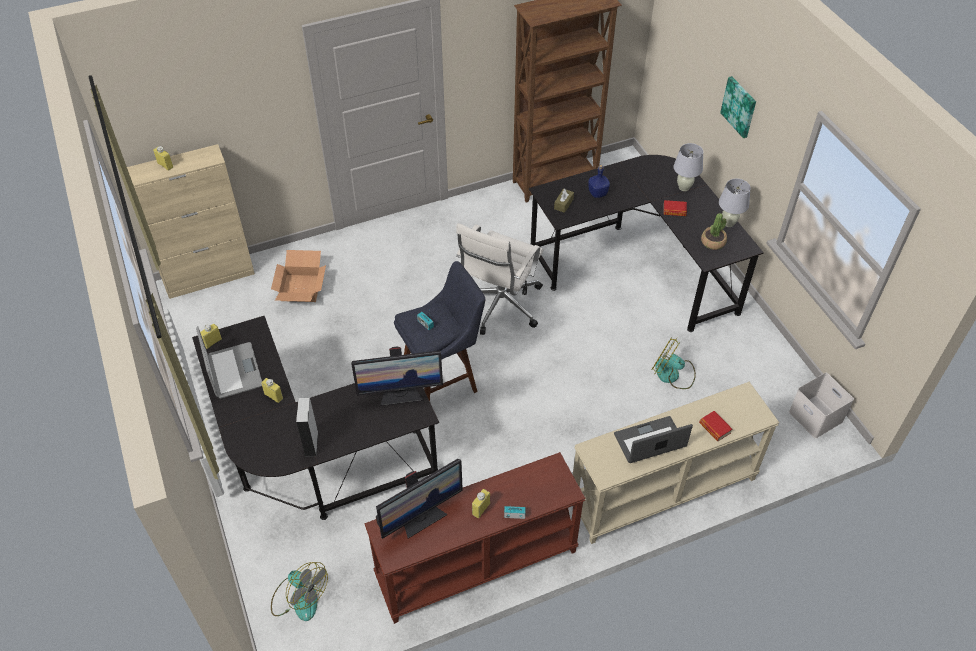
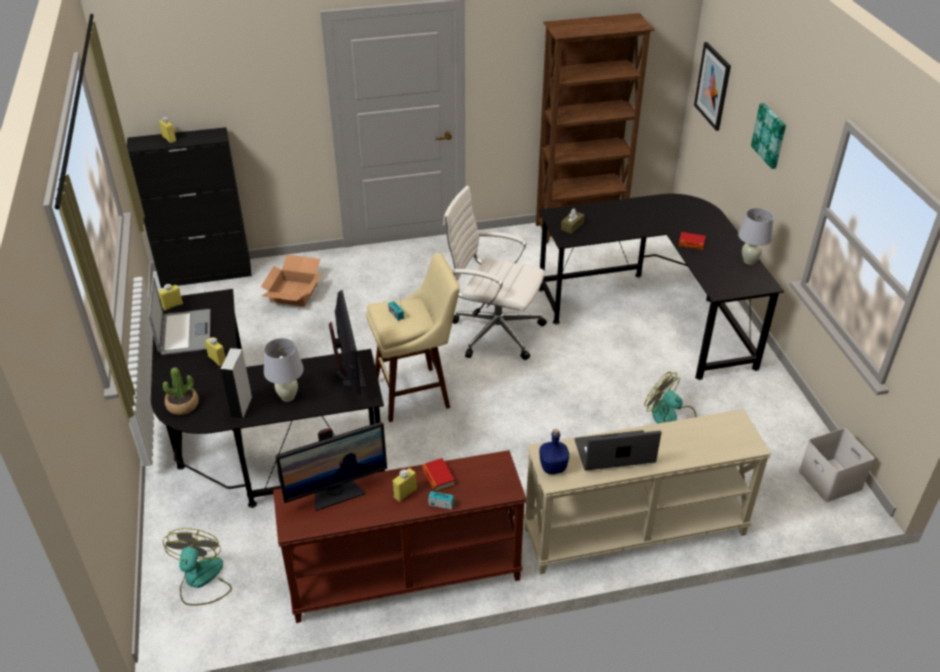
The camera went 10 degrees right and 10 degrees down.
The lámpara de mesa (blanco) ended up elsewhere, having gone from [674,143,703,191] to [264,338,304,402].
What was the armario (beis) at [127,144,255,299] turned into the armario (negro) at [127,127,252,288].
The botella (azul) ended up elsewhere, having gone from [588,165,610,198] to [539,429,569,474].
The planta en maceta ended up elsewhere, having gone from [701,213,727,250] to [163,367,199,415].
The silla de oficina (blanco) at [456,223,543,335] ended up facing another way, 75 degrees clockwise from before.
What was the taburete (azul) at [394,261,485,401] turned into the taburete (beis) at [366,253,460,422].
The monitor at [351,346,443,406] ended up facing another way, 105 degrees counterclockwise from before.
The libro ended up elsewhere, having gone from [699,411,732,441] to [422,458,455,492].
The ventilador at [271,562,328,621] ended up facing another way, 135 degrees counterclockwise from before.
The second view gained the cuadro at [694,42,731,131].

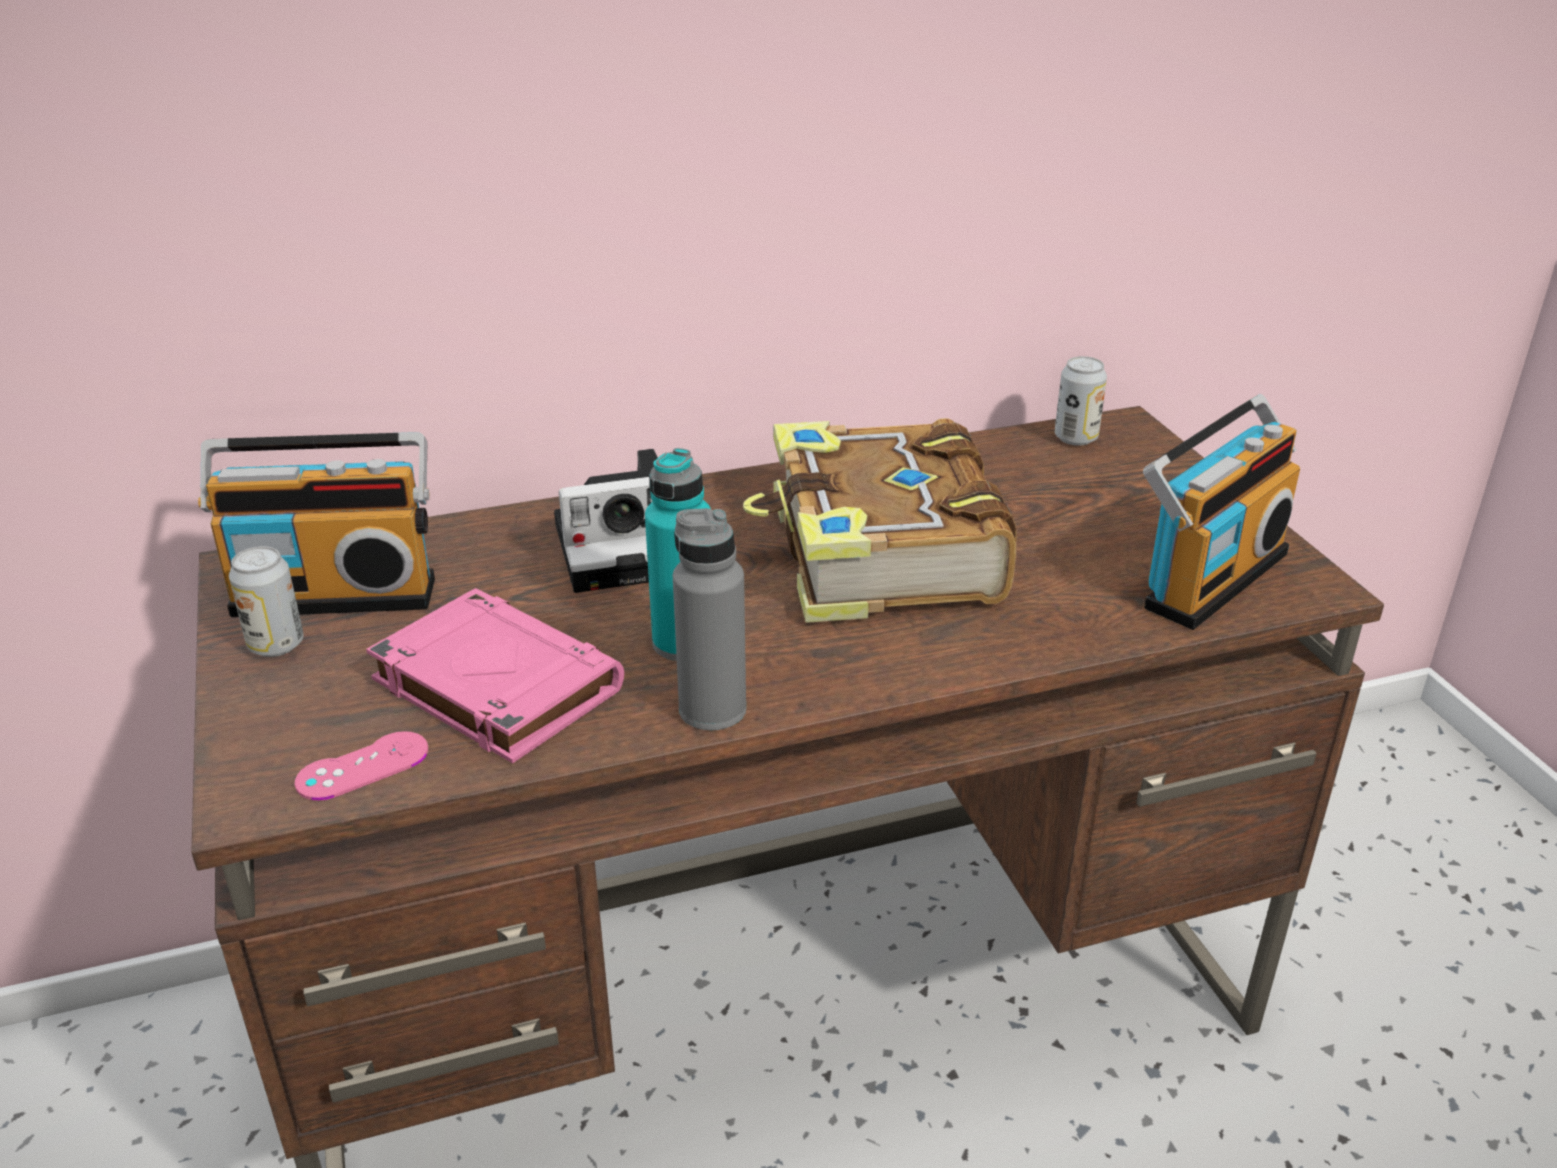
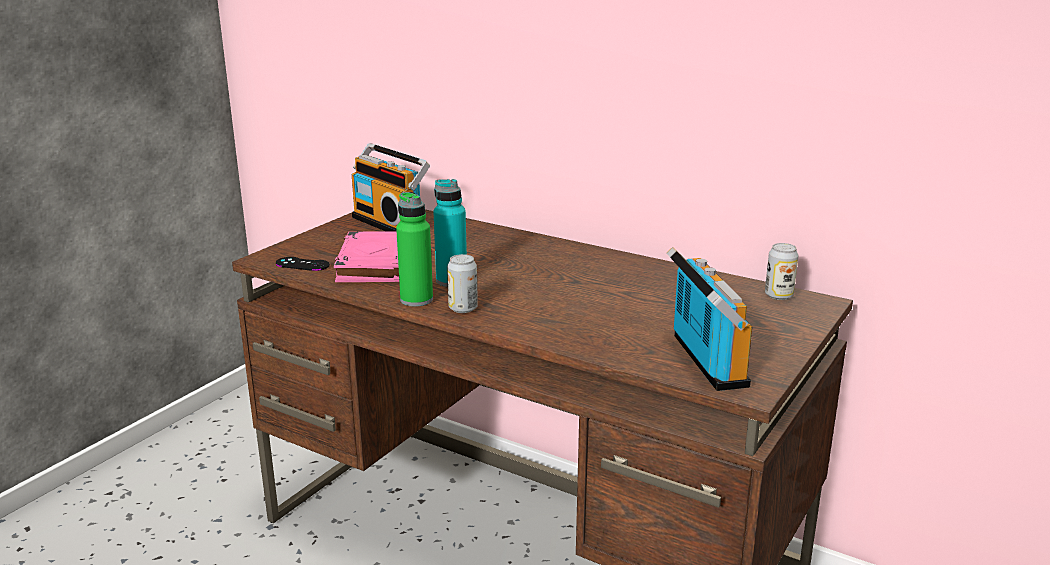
The camera went 50 degrees right and 10 degrees down.
The radio at [1143,394,1300,630] ended up facing another way, 105 degrees counterclockwise from before.
The second view lost the libro at [743,418,1017,623].
The second view lost the cámara at [554,449,658,593].
What was the botella (gris) at [673,508,746,730] turned into the botella (verde) at [396,192,433,306].
The lata ended up elsewhere, having gone from [229,546,304,657] to [447,254,478,313].
What was the mando de consola (rosa) at [295,731,428,801] turned into the mando de consola (negro) at [276,257,330,271].

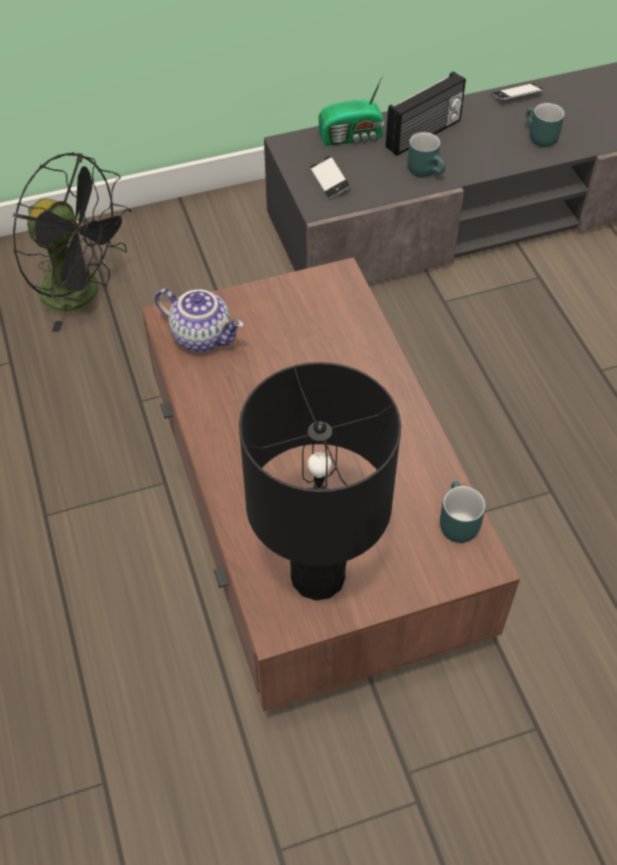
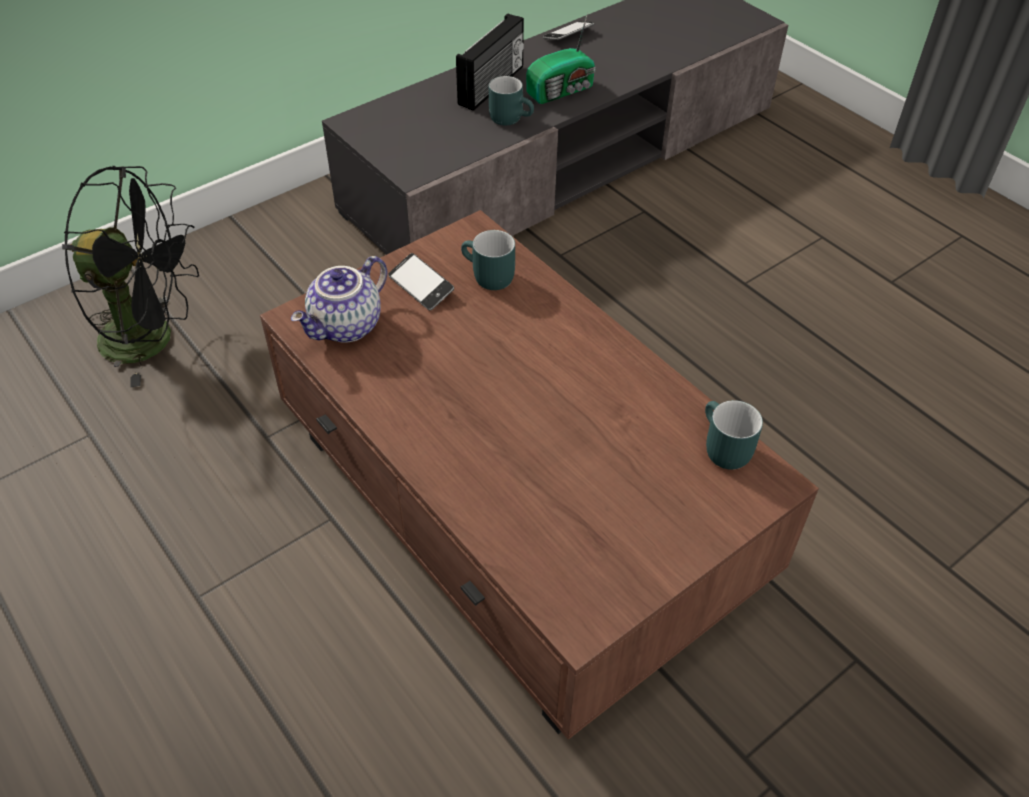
The camera went 20 degrees left and 5 degrees down.
The radio ended up elsewhere, having gone from [319,72,384,146] to [526,13,595,104].
The taza grande (turquesa) ended up elsewhere, having gone from [526,103,565,147] to [461,230,515,290].
The móvil ended up elsewhere, having gone from [310,156,350,199] to [388,253,454,310].
The tetera at [155,288,244,352] ended up facing another way, 120 degrees clockwise from before.
The second view lost the lámpara de mesa (negro) at [239,362,401,601].

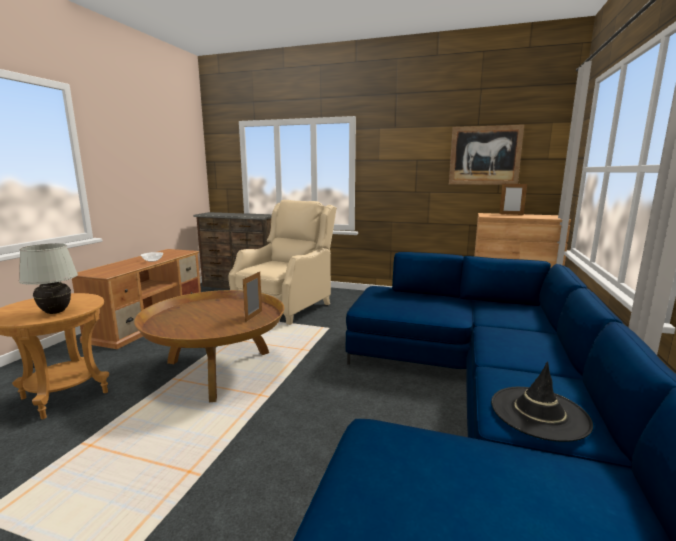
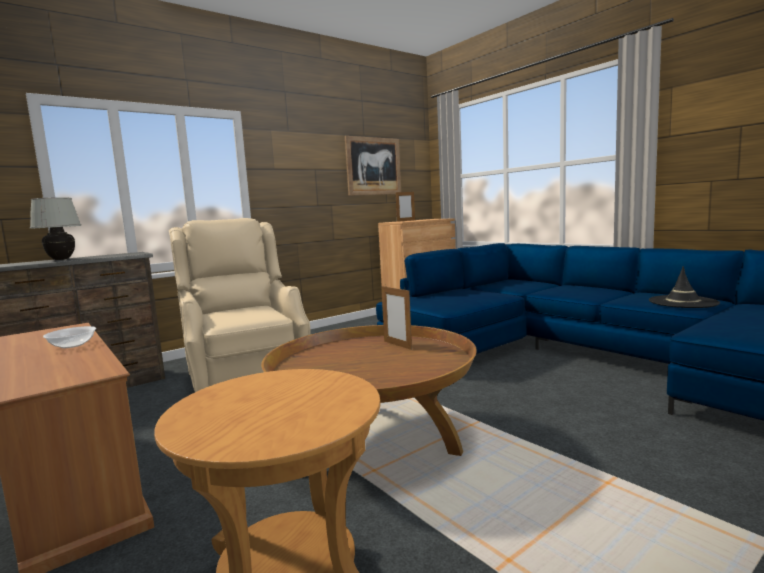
The camera went 55 degrees left and 5 degrees down.
The lámpara de mesa (blanco) ended up elsewhere, having gone from [19,243,78,314] to [30,197,81,260].

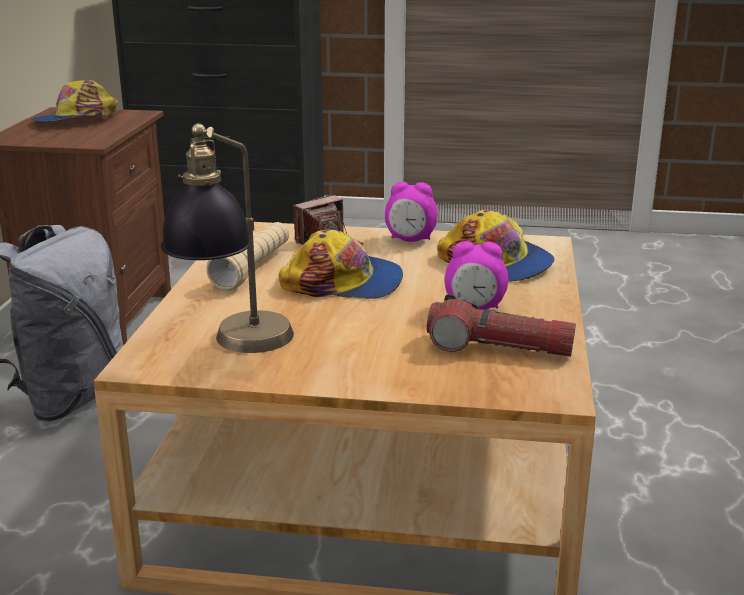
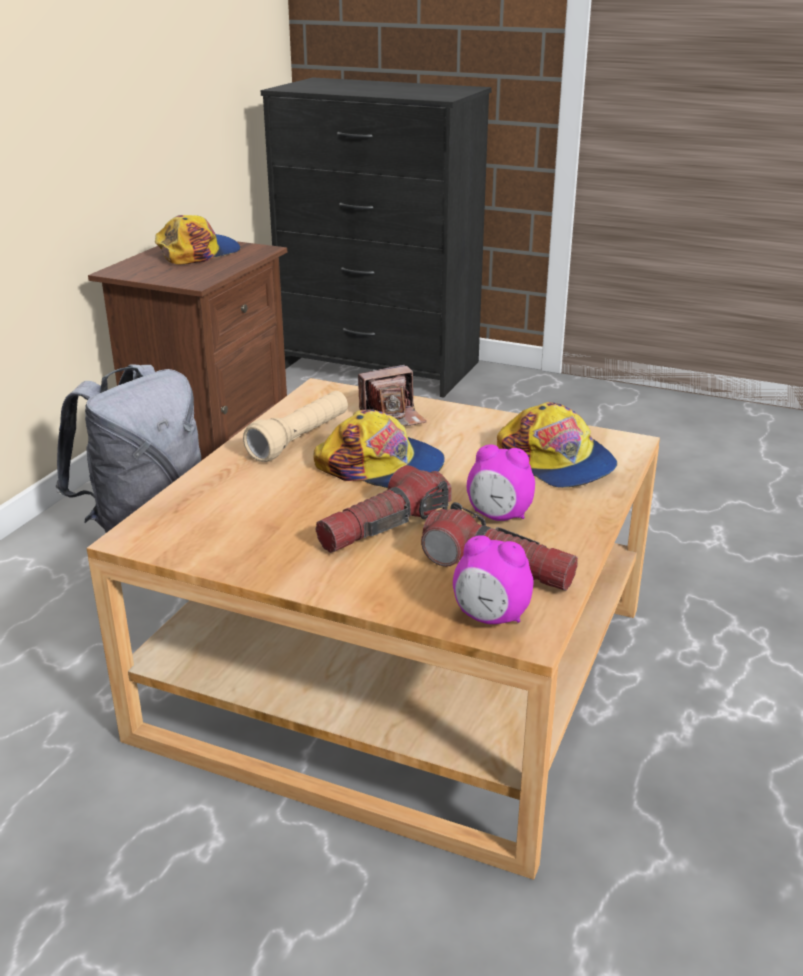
The camera went 15 degrees right and 5 degrees up.
The gorra at [32,80,119,121] ended up facing another way, 150 degrees clockwise from before.
The second view lost the lámpara de mesa at [161,123,294,353].
The despertador ended up elsewhere, having gone from [385,182,438,242] to [453,535,533,624].
The second view gained the linterna at [315,465,451,553].

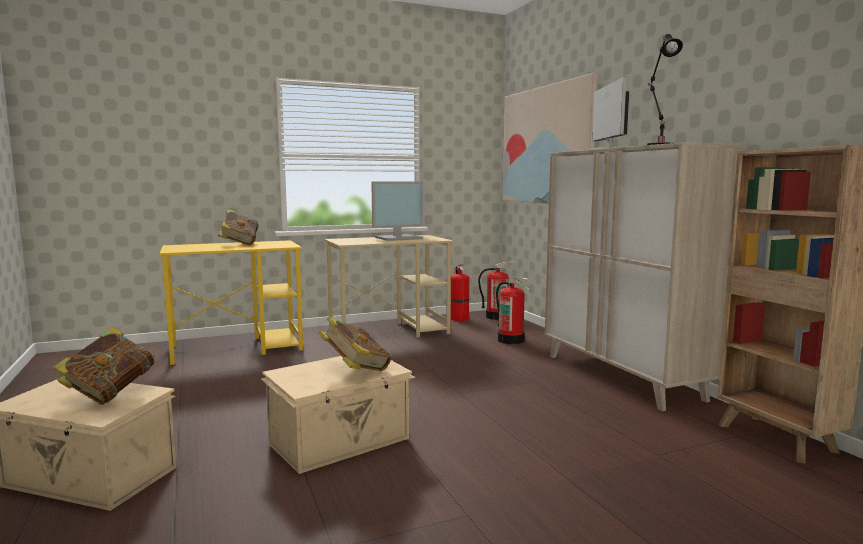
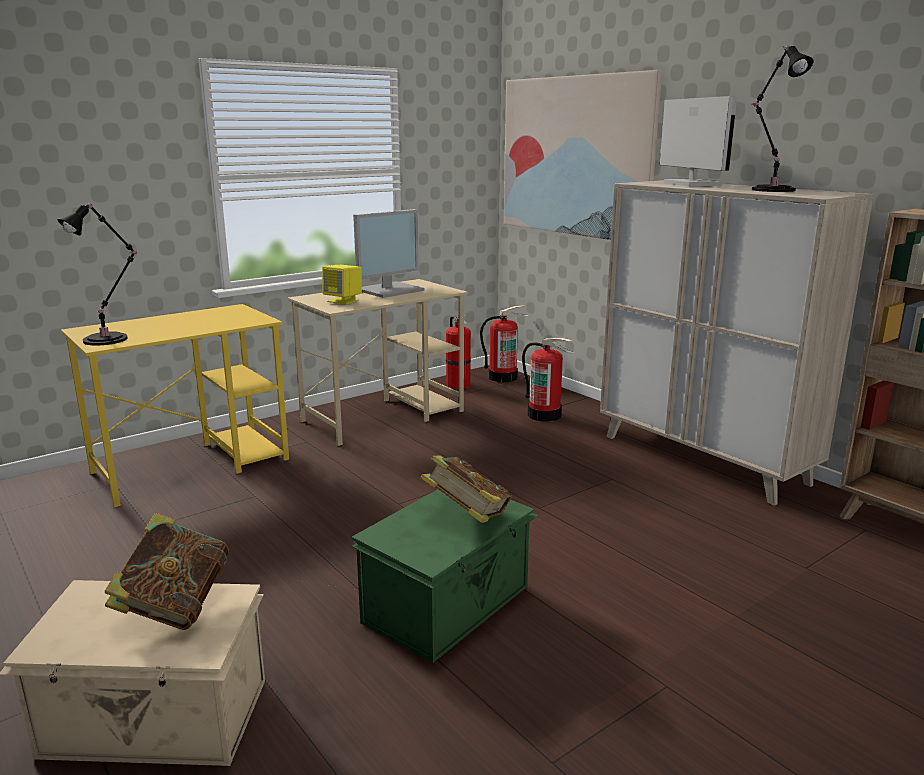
The camera went 15 degrees left and 10 degrees up.
The second view lost the libro at [218,209,258,245].
What was the caja de almacenaje (beis) at [261,356,416,474] turned into the caja de almacenaje (verde) at [351,489,538,663].
The second view gained the lámpara de mesa (negro) at [58,203,137,345].
The second view gained the altavoz (amarillo) at [322,265,362,304].

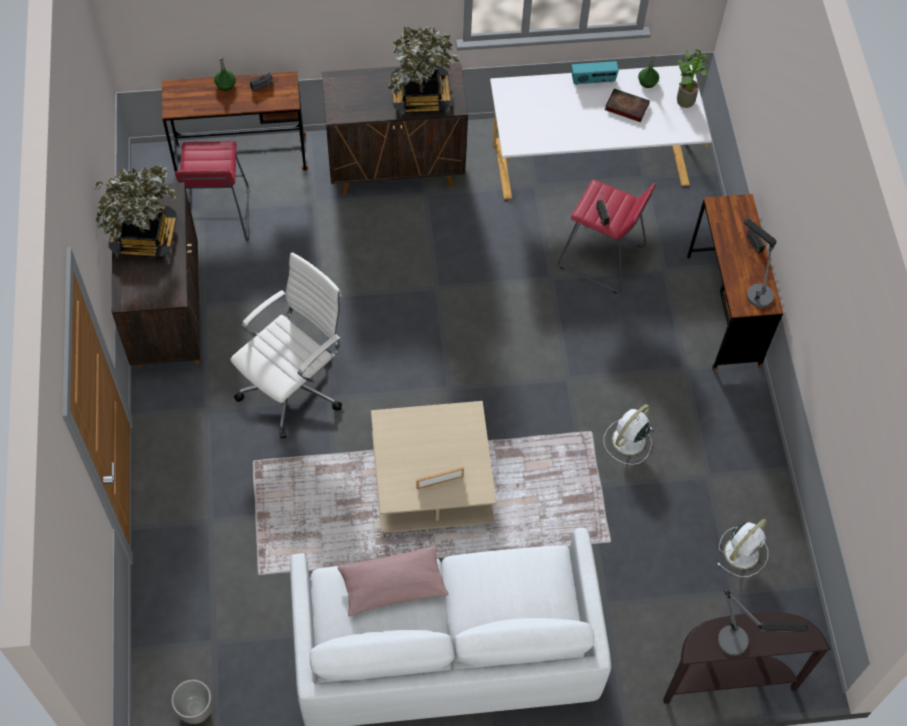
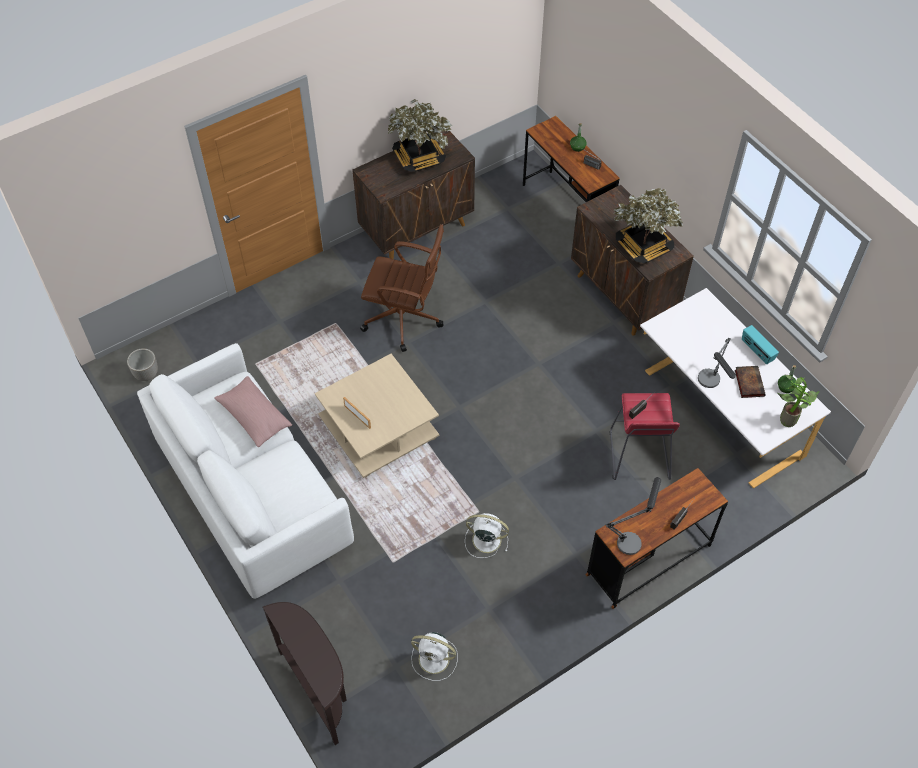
The camera went 65 degrees right and 5 degrees down.
The second view lost the taburete (rojo) at [175,141,249,241].
What was the silla de oficina (blanco) at [230,252,342,439] turned into the silla de oficina (marrón) at [360,224,444,352].
The lámpara de mesa ended up elsewhere, having gone from [717,589,808,656] to [698,338,736,388].

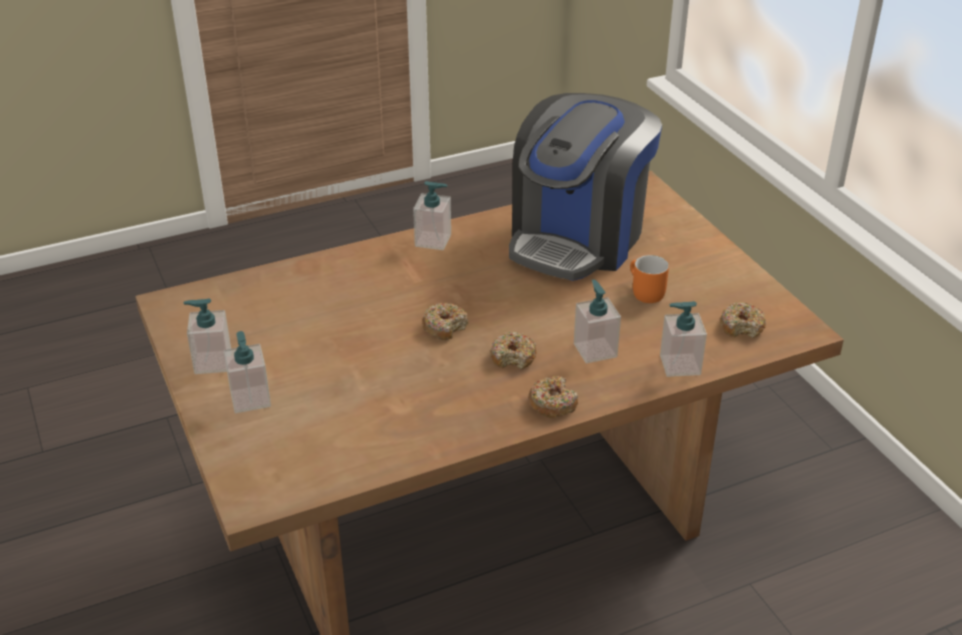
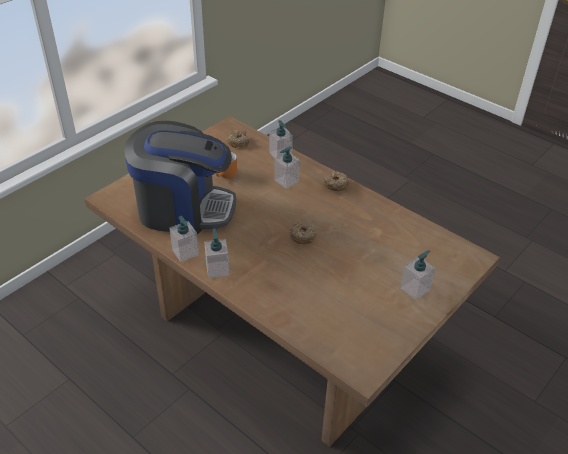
The camera went 115 degrees left and 5 degrees up.
The dispensador de jabón ended up elsewhere, having gone from [183,299,231,374] to [169,216,199,262].
The second view lost the rosquilla at [490,331,537,369].

